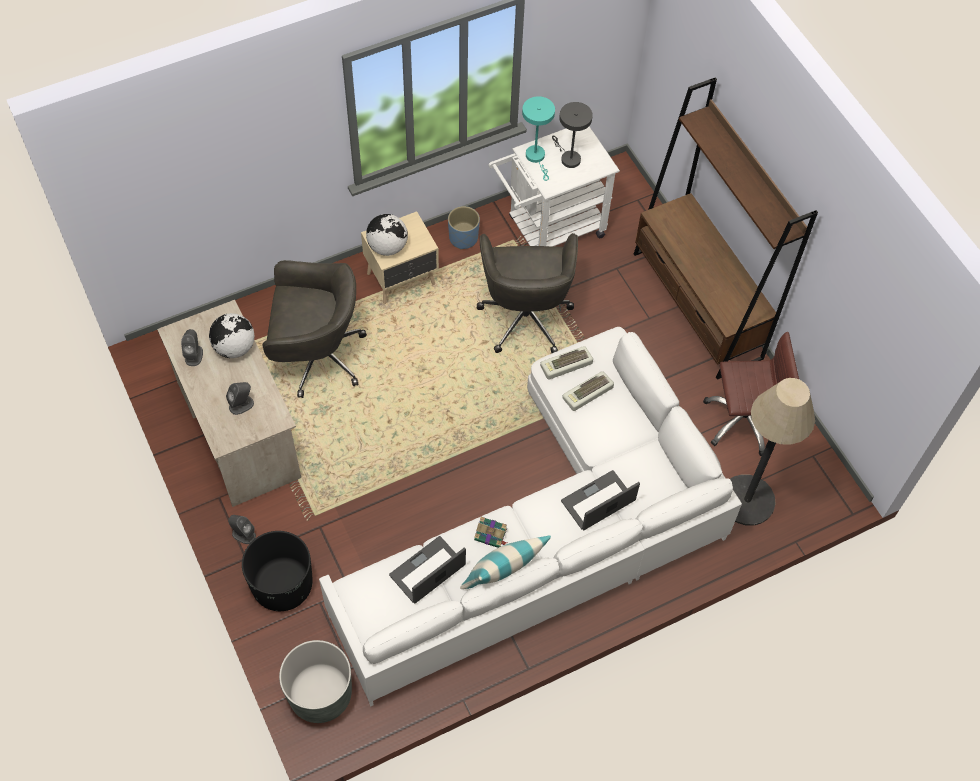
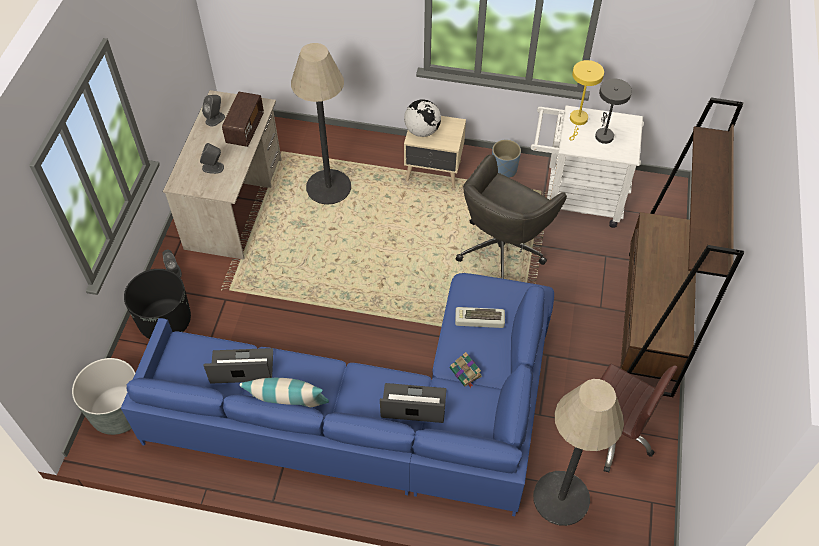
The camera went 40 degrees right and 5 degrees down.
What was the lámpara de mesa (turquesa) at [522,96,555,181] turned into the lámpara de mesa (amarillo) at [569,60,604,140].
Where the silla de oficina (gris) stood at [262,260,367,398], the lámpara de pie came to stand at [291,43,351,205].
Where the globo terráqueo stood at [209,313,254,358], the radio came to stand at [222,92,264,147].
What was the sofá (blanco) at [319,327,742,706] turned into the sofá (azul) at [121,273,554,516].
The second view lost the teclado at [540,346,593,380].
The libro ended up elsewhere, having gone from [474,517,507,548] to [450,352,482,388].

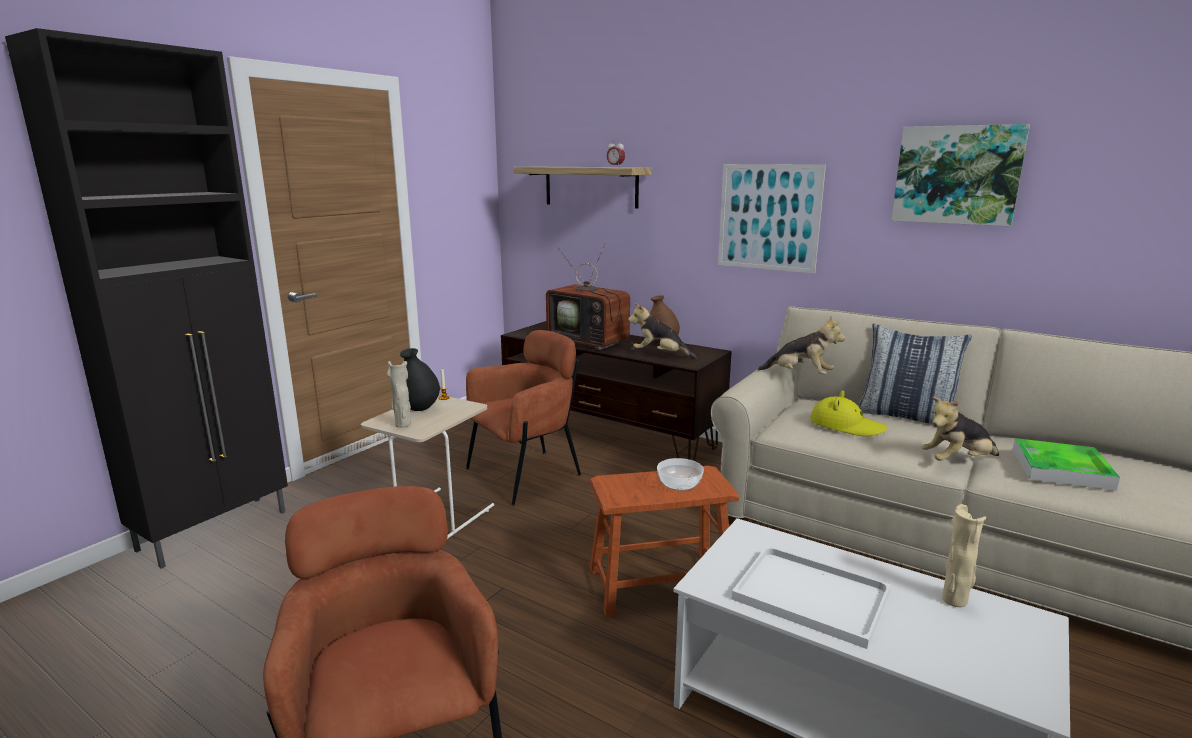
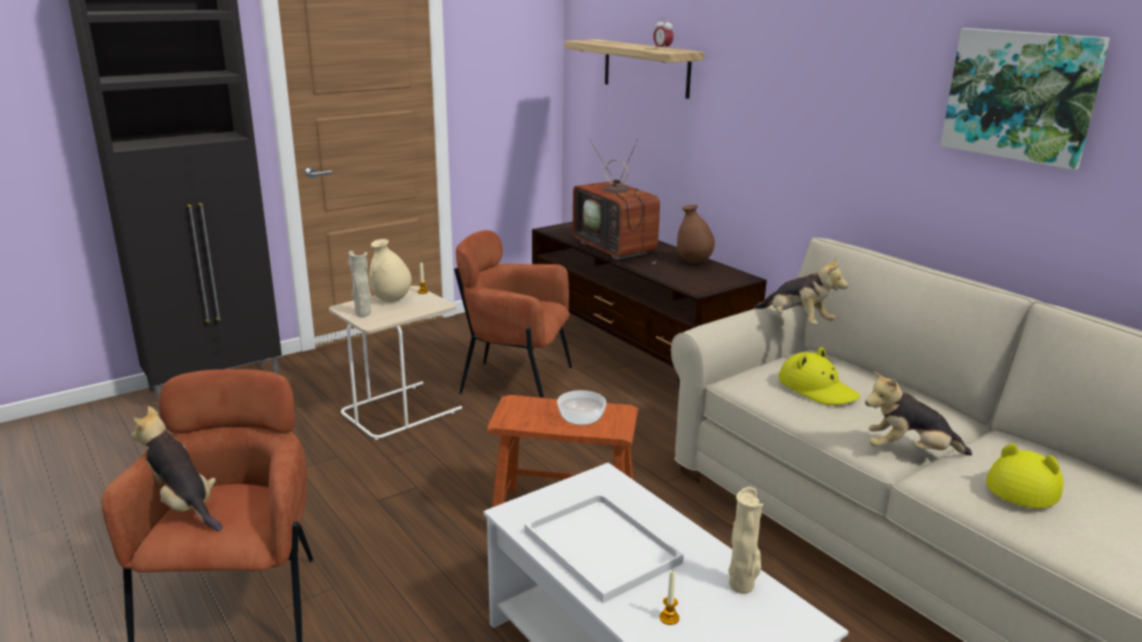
The camera went 20 degrees right and 5 degrees up.
The second view lost the cuadro at [718,164,826,274].
The peluche ended up elsewhere, having gone from [628,303,697,359] to [132,406,222,531].
The second view lost the cojín at [858,324,972,424].
The sillón (marrón) at [466,330,581,505] ended up facing another way, 150 degrees counterclockwise from before.
What was the florero (negro) at [400,348,440,411] turned into the florero (beis) at [369,239,412,302].
Where the bandeja stood at [1012,438,1120,491], the sombrero (amarillo) came to stand at [986,443,1064,508].
The second view gained the vela at [659,570,679,625].

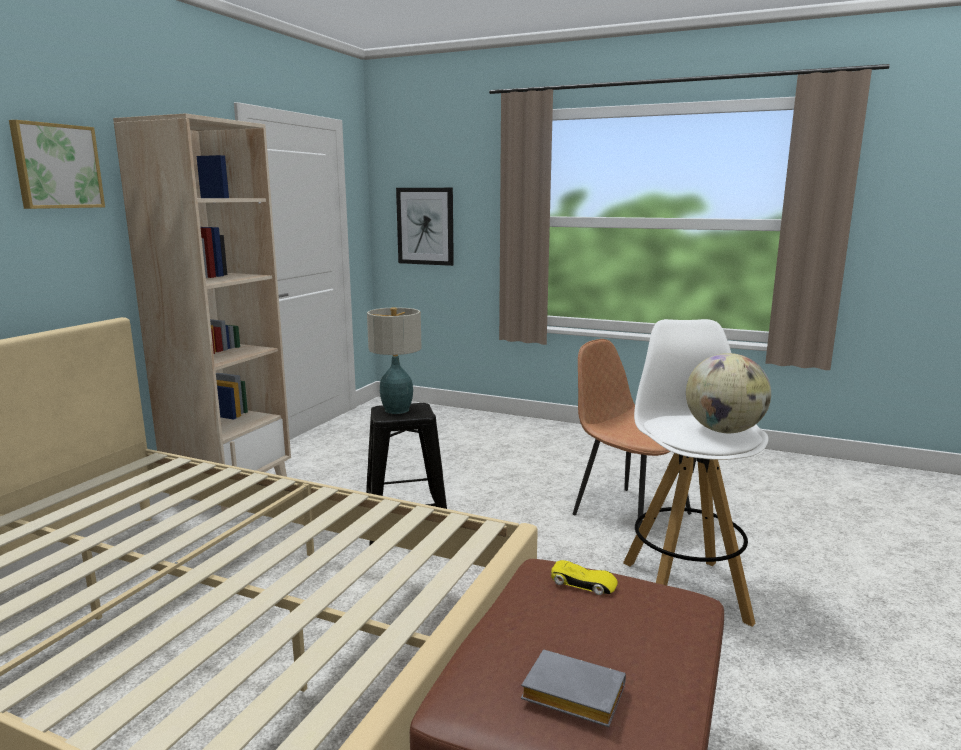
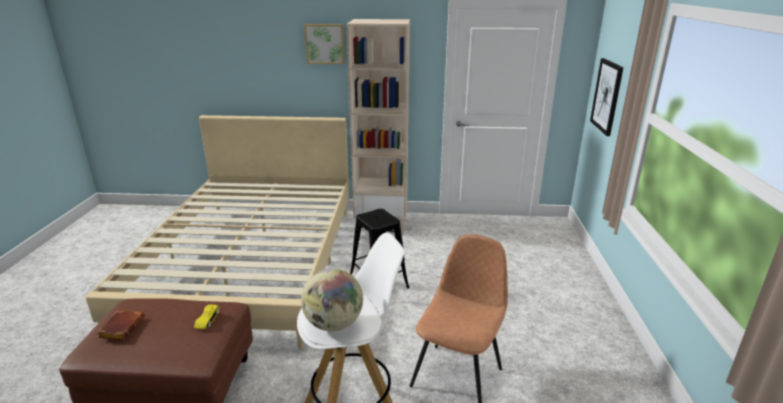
The camera went 70 degrees right and 10 degrees up.
The second view lost the lámpara de mesa at [367,307,421,414].
What was the libro (gris) at [521,650,626,727] turned into the libro (marrón) at [97,310,145,340].

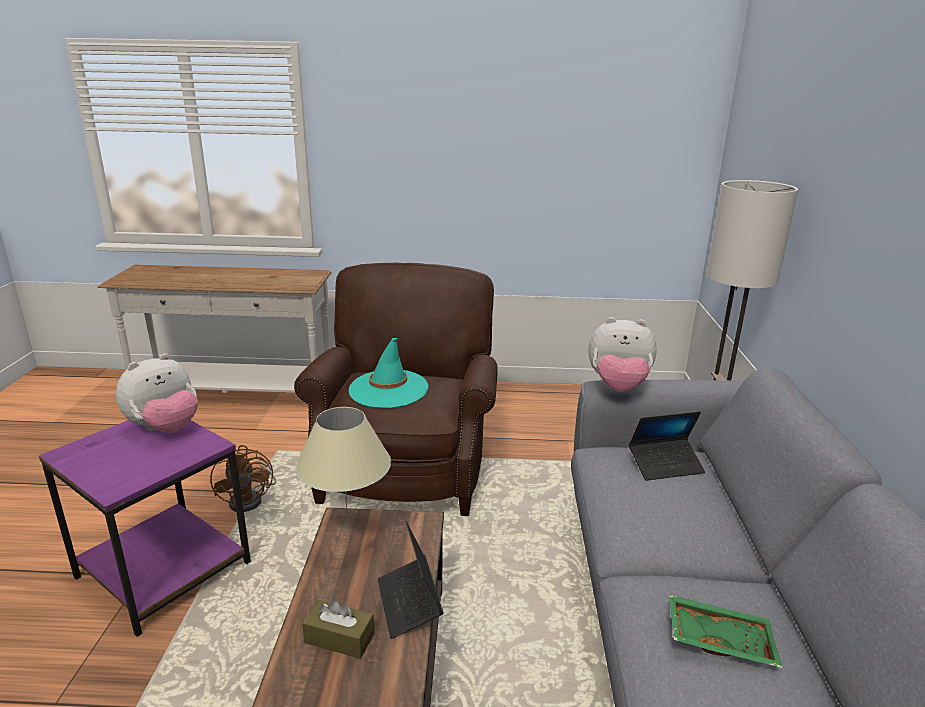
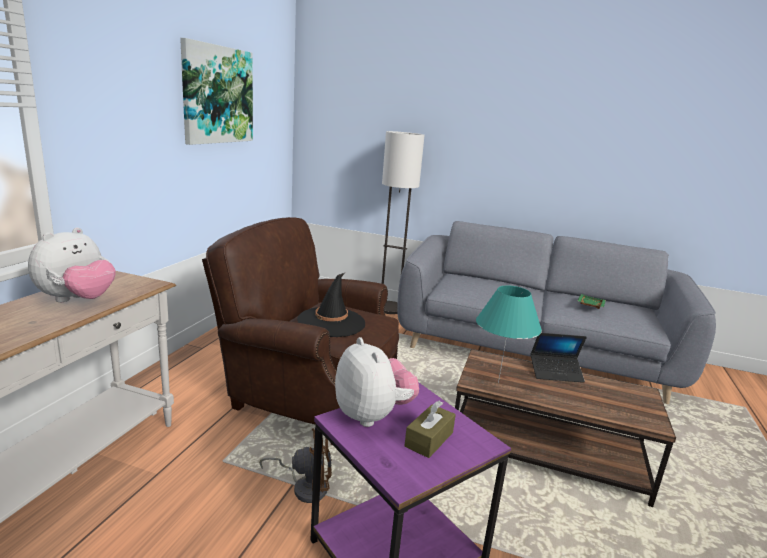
The camera went 75 degrees left and 5 degrees down.
The peluche ended up elsewhere, having gone from [588,317,657,392] to [28,227,116,302].
What was the sombrero (turquesa) at [349,338,428,408] turned into the sombrero (negro) at [297,273,365,337].
What was the lámpara de mesa (beis) at [295,407,391,542] turned into the lámpara de mesa (turquesa) at [476,286,542,383].
The second view lost the portátil at [629,411,705,481].
The caja de pañuelos (marrón) ended up elsewhere, having gone from [302,600,375,659] to [405,400,456,458].
The second view gained the cuadro at [180,38,253,145].

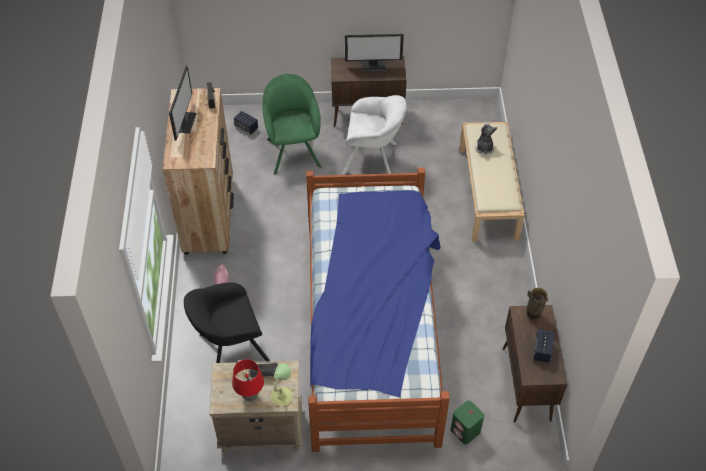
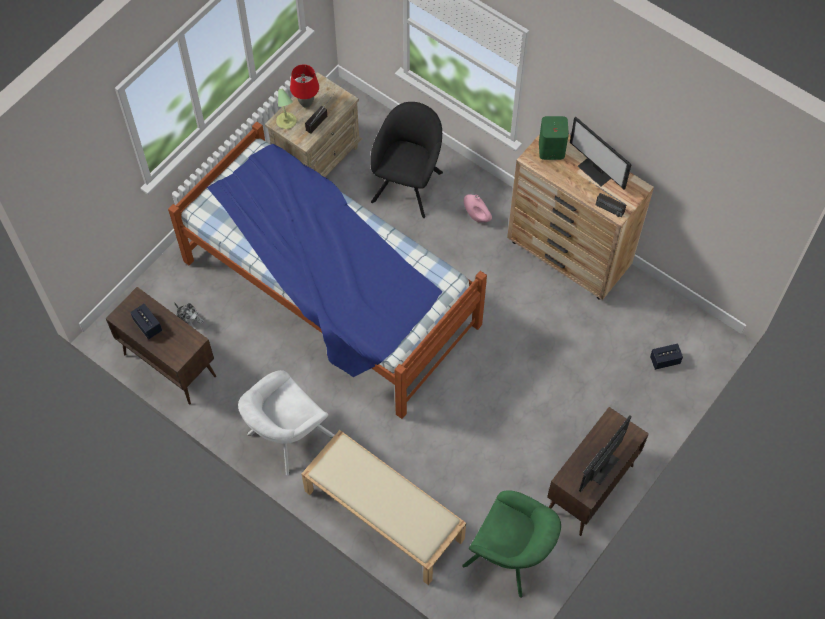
The camera went 130 degrees right and 10 degrees up.
The sillón (verde) ended up elsewhere, having gone from [262,74,322,175] to [462,490,561,598].
The sillón (blanco) ended up elsewhere, having gone from [343,95,407,175] to [238,370,335,476].
The peluche ended up elsewhere, having gone from [475,123,497,154] to [174,302,204,330].
The second view lost the florero at [526,288,549,320].
The altavoz (verde) ended up elsewhere, having gone from [451,400,484,444] to [539,116,569,160].

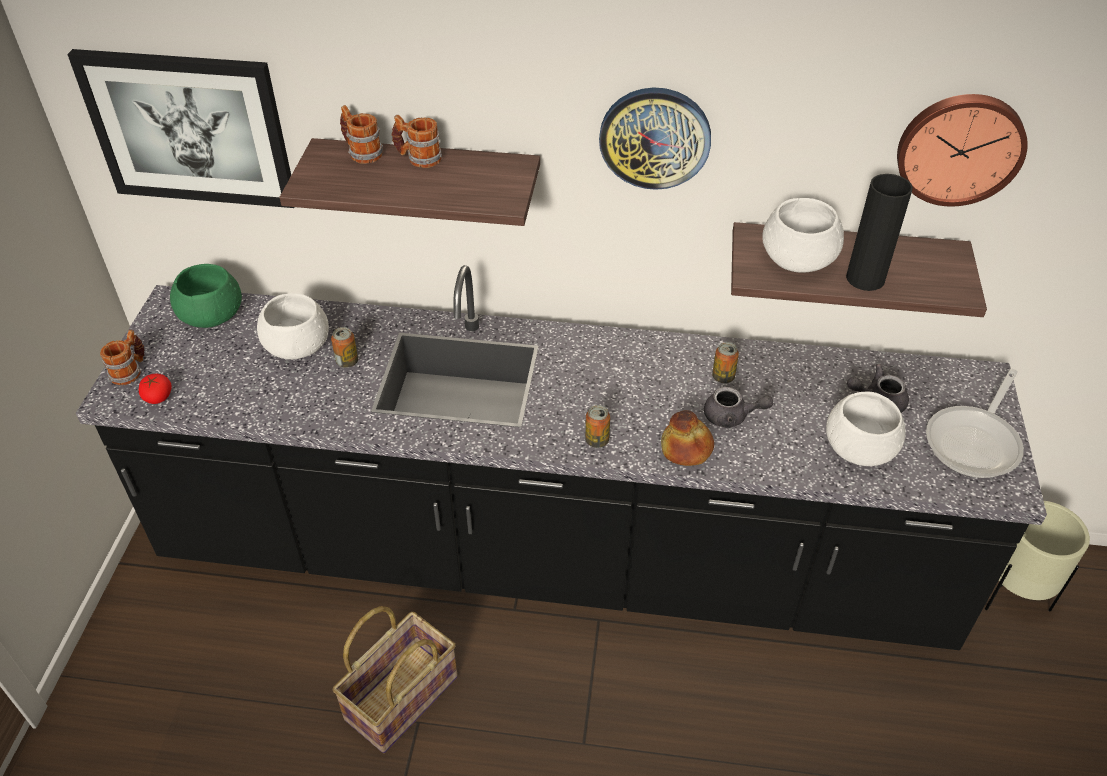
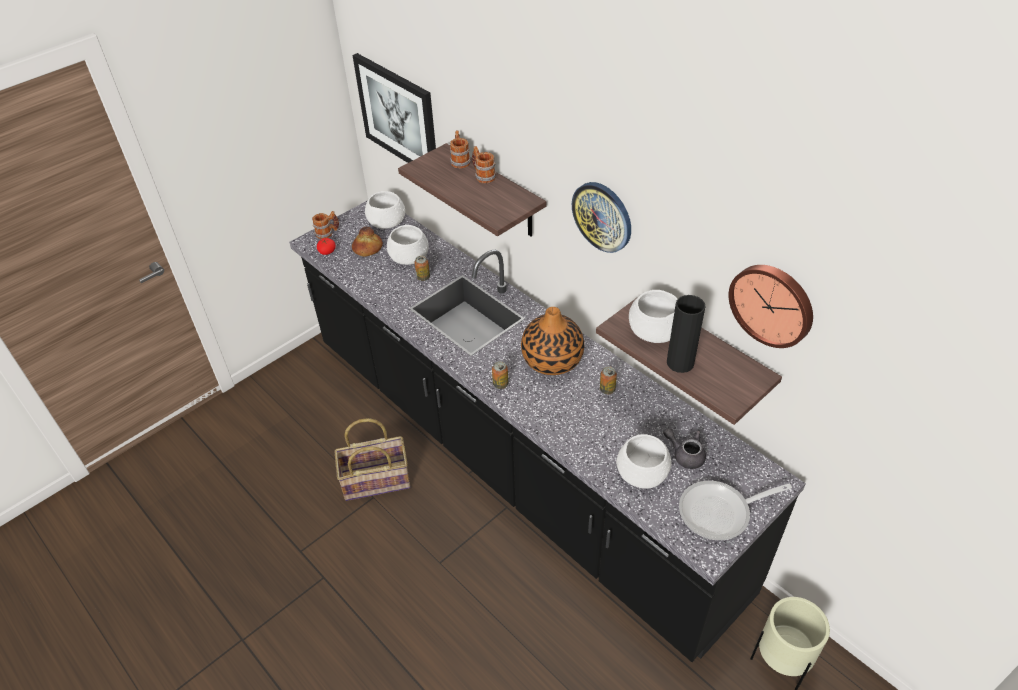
The camera went 40 degrees right and 0 degrees up.
What was the cuenco (verde) at [170,264,242,328] turned into the cuenco (blanco) at [365,191,405,229].
The second view lost the tetera (gris) at [704,387,773,428].
The pan ended up elsewhere, having gone from [661,410,714,466] to [352,227,383,257].
The second view gained the florero at [521,307,584,375].

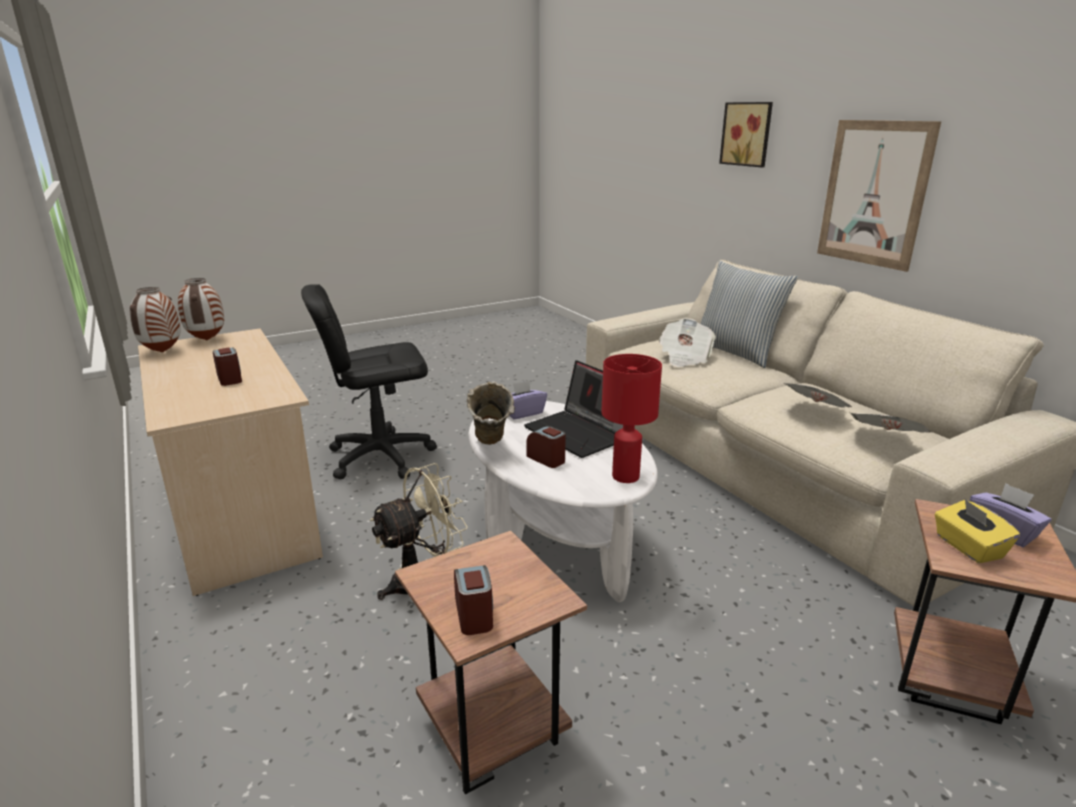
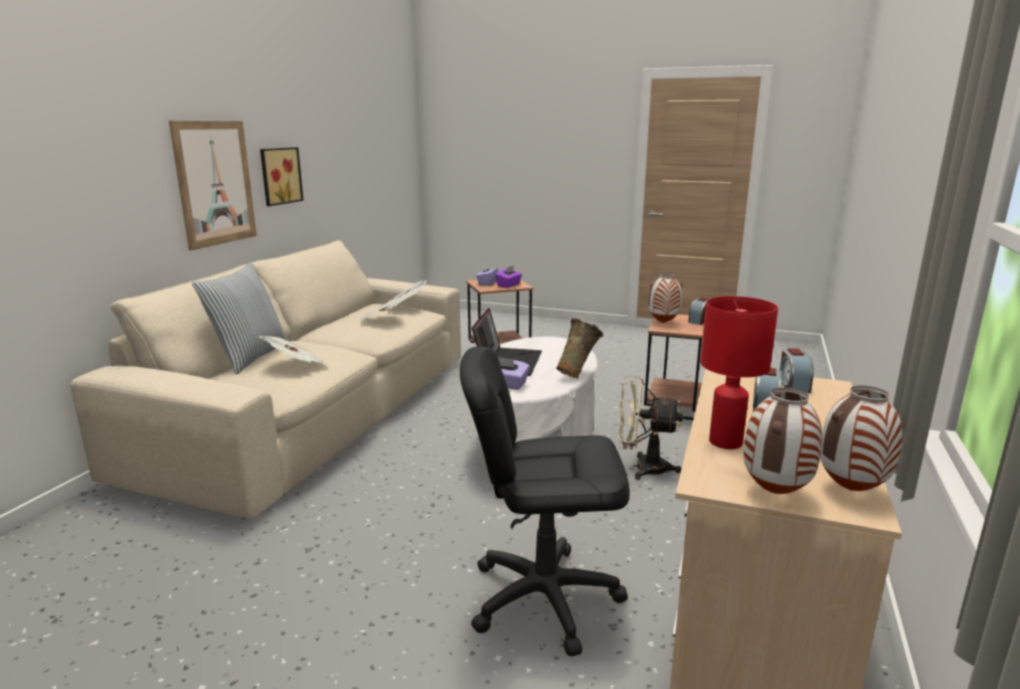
The camera went 130 degrees left and 5 degrees down.
The cuadro ended up elsewhere, having gone from [719,102,773,167] to [260,147,304,206].
The silla de oficina (negro) at [301,284,437,479] ended up facing another way, 150 degrees clockwise from before.
The lámpara de mesa (rojo) ended up elsewhere, having gone from [601,354,662,483] to [700,296,778,449].
The despertador ended up elsewhere, having gone from [526,426,566,468] to [780,348,814,393].
What was the caja de pañuelos (amarillo) at [934,499,1020,563] turned into the caja de pañuelos (morado) at [495,265,522,288].
The second view gained the florero at [648,273,683,323].

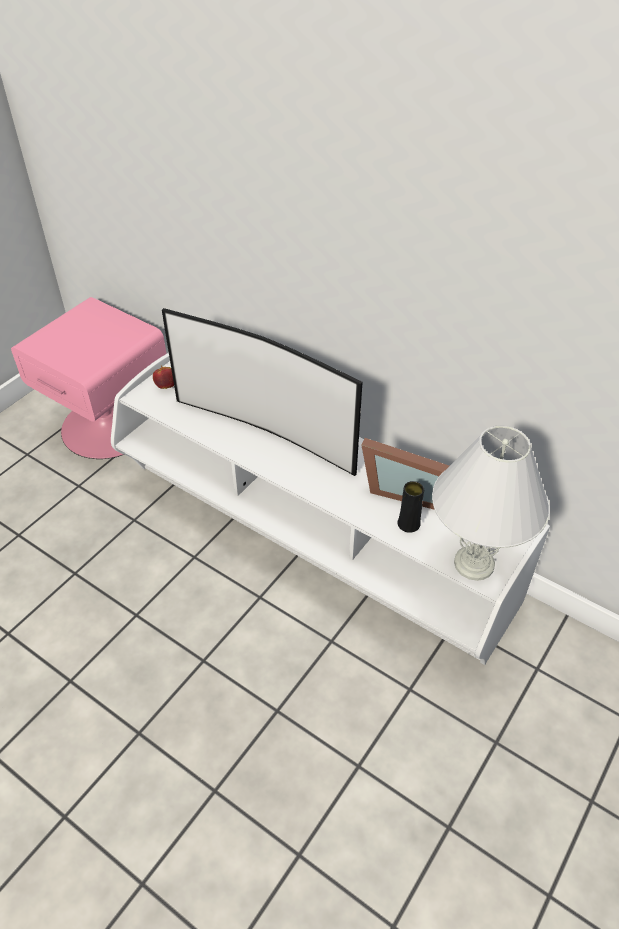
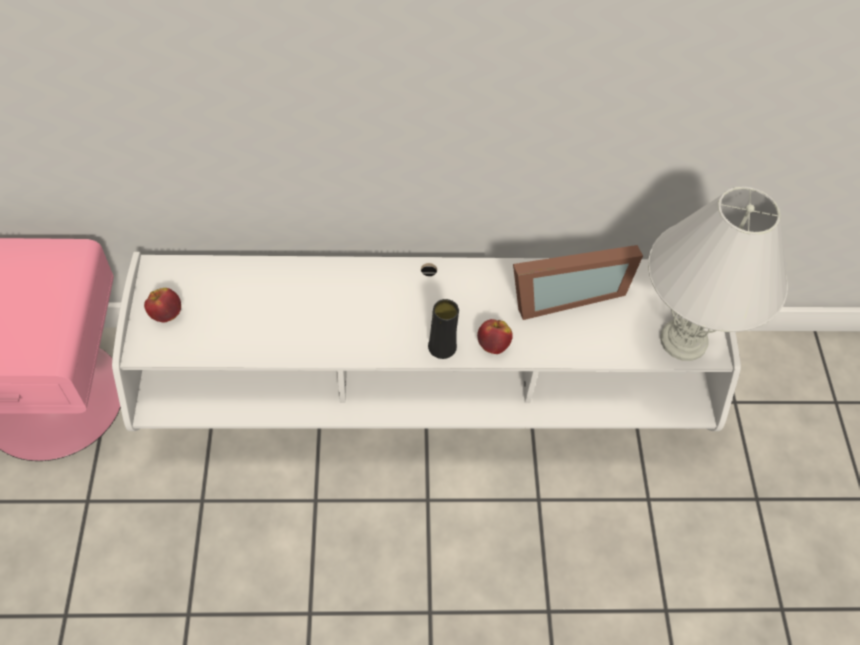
The camera went 40 degrees left and 10 degrees up.
The second view lost the televisor at [162,308,362,476].
The florero (negro) ended up elsewhere, having gone from [397,481,424,533] to [428,299,459,359].
The second view gained the manzana at [477,319,513,354].

